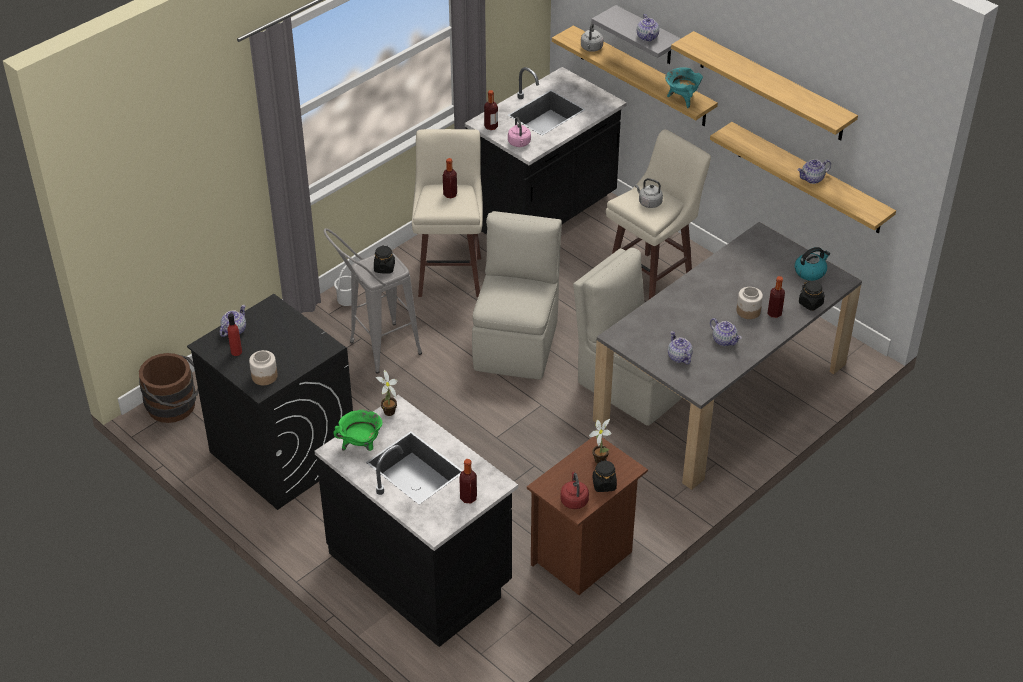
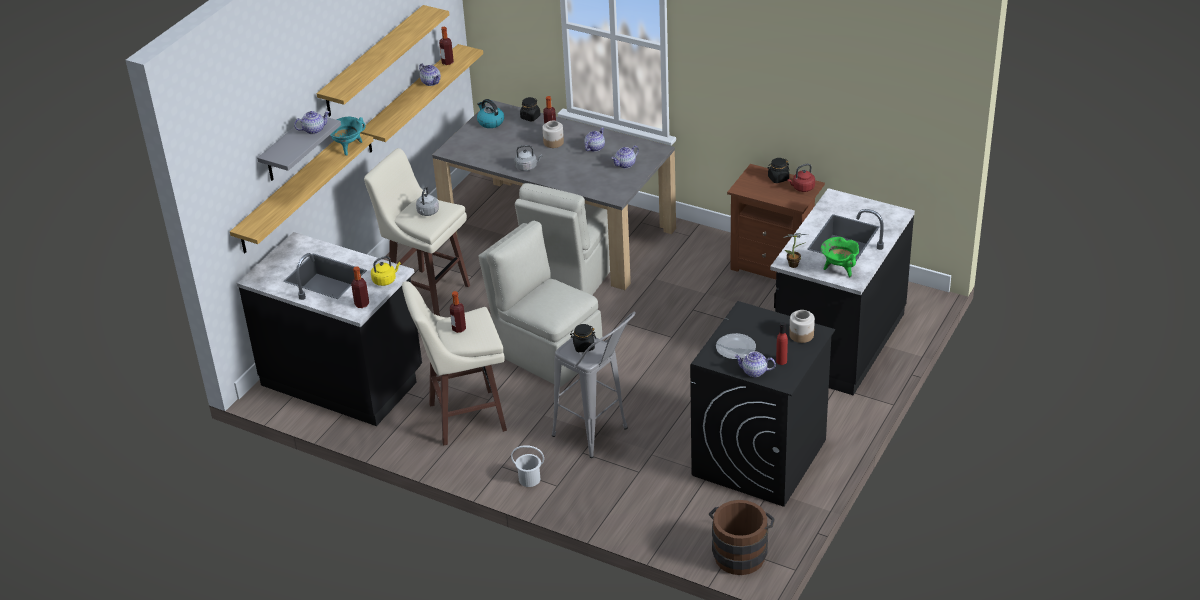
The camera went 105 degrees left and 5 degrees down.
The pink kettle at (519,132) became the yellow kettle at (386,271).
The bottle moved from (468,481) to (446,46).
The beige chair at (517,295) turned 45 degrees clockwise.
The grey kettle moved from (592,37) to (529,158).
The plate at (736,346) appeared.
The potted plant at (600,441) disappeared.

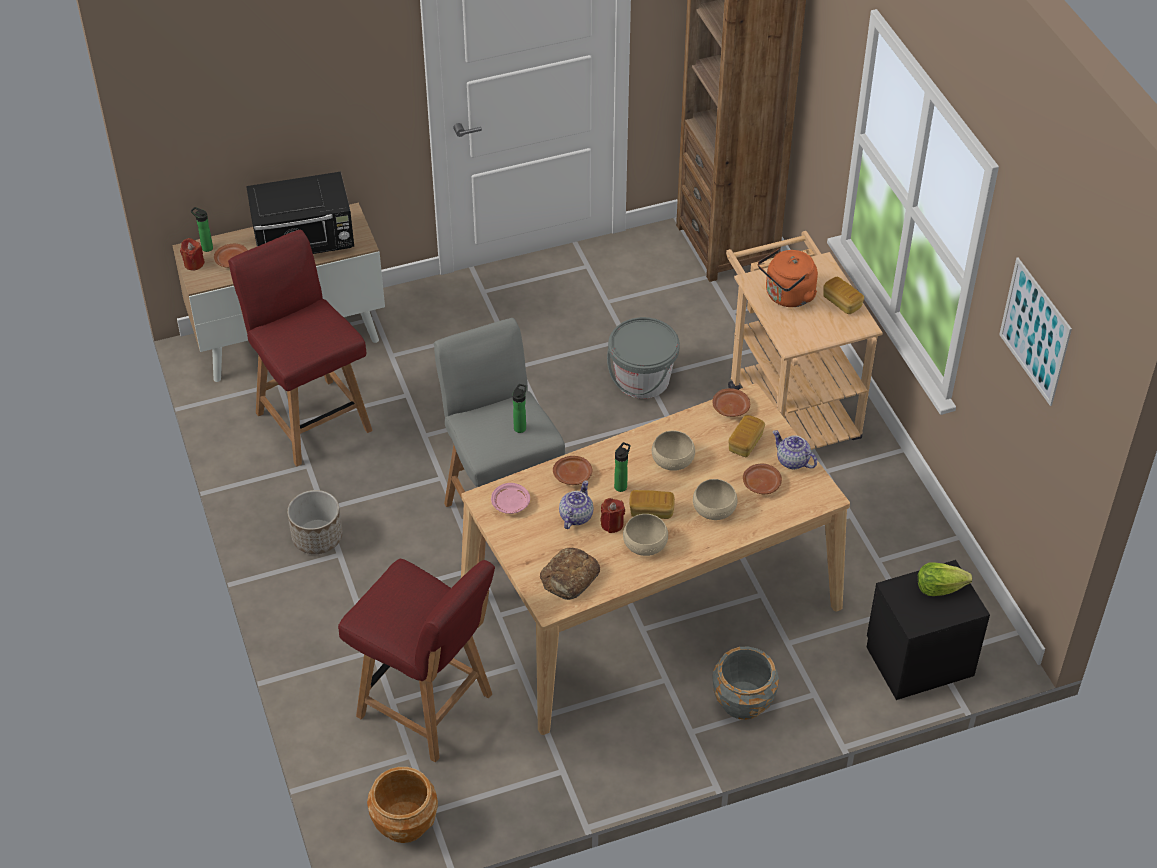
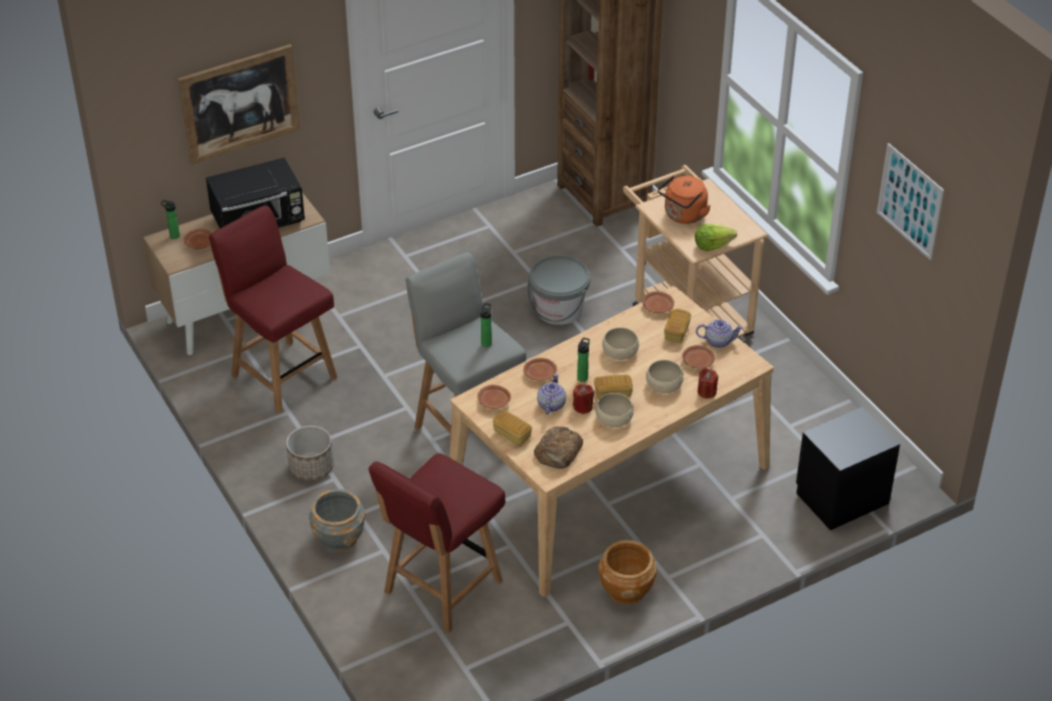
The camera went 10 degrees left and 5 degrees down.
The picture at (239,104) appeared.
The grey planter moved from (745,683) to (337,520).
The red chair at (416,660) turned 105 degrees clockwise.
The pink plate at (510,498) became the brown plate at (494,397).
The bread moved from (843,295) to (512,427).
The brown planter moved from (402,805) to (627,572).
The lettuce moved from (945,579) to (716,237).
The teapot at (795,449) turned 150 degrees clockwise.
The red candle moved from (192,254) to (708,383).

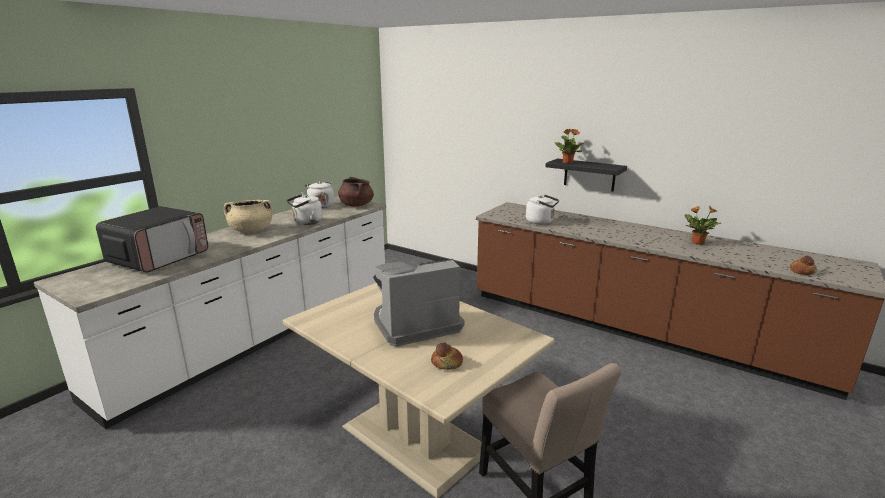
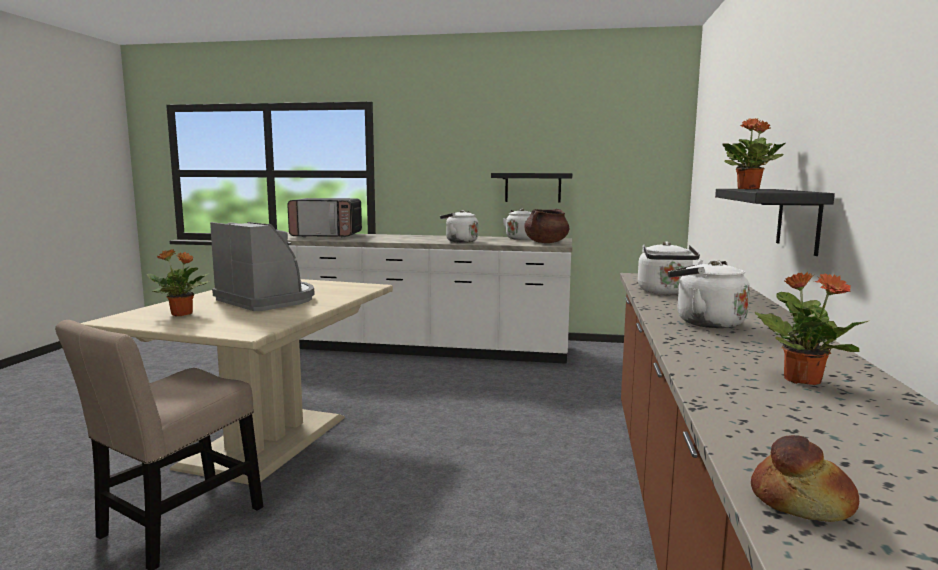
The camera went 65 degrees right and 10 degrees down.
The bread at (447,356) was replaced by the potted plant at (178,282).
The black shelf at (531,188) appeared.
The white kettle at (709,294) appeared.
The beige cooking pot at (248,216) disappeared.

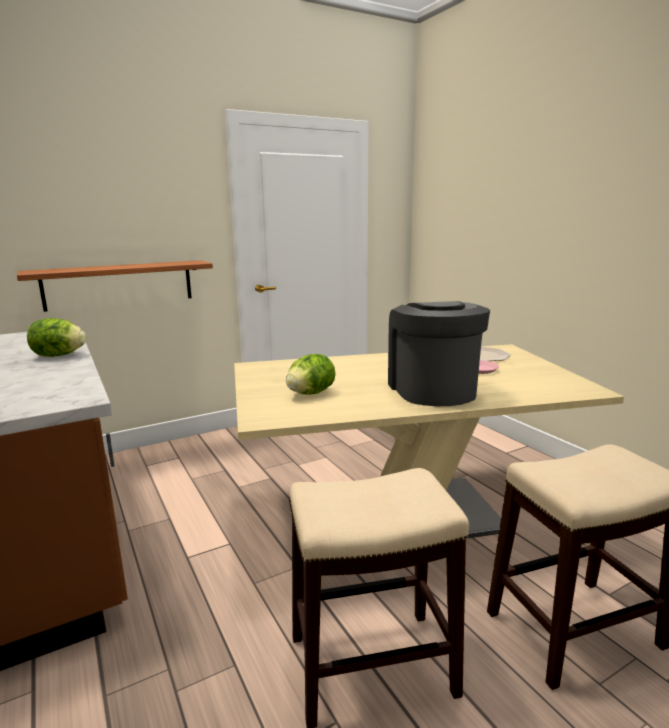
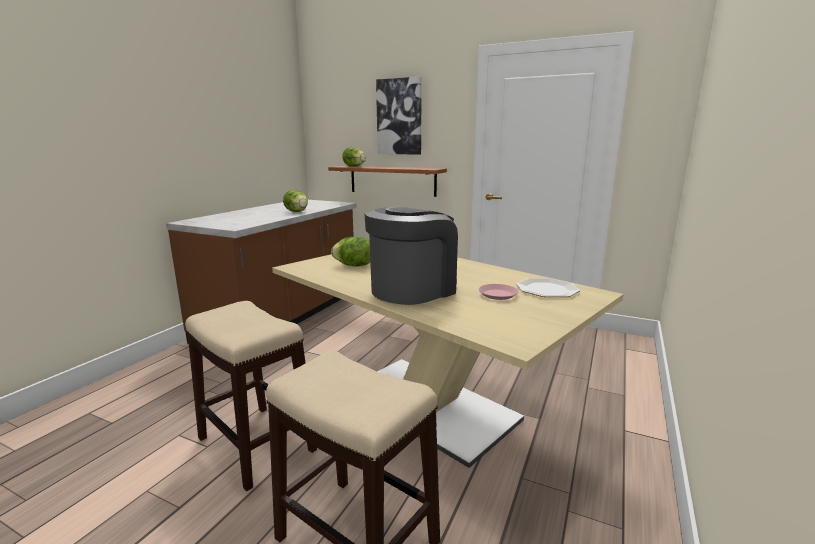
The camera went 55 degrees right and 0 degrees up.
The lettuce at (354,157) appeared.
The picture at (399,116) appeared.

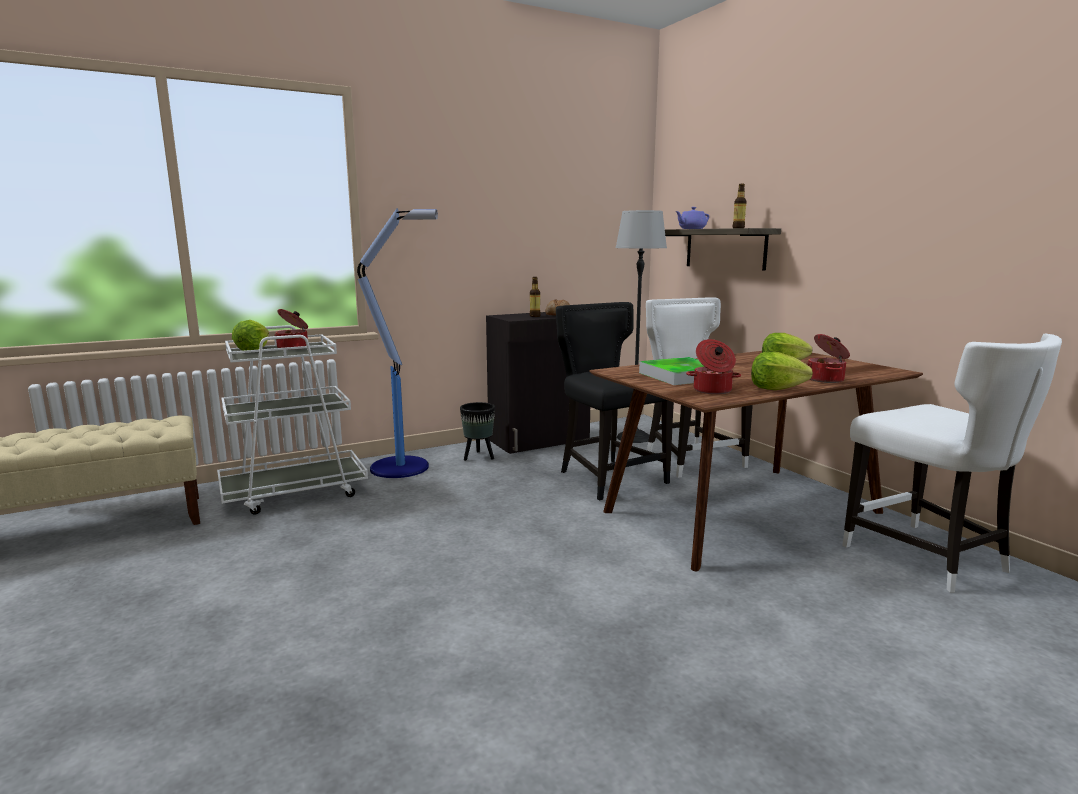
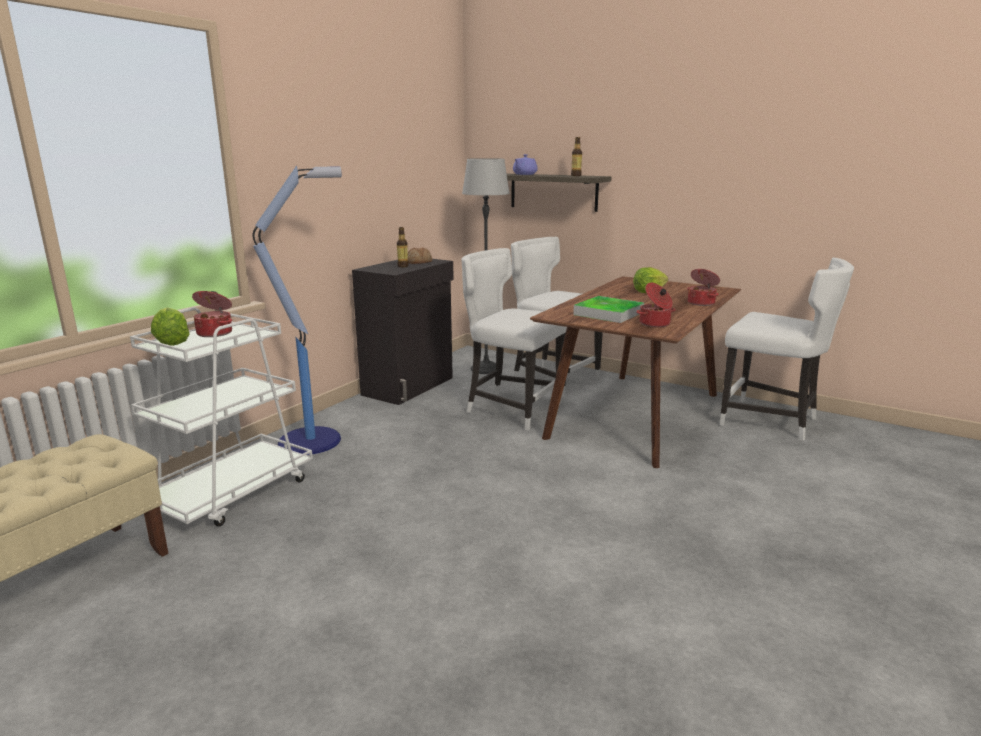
The camera went 30 degrees left and 5 degrees up.
The black chair at (615,401) became the white chair at (514,339).
The black planter at (477,431) disappeared.
The lettuce at (782,371) disappeared.

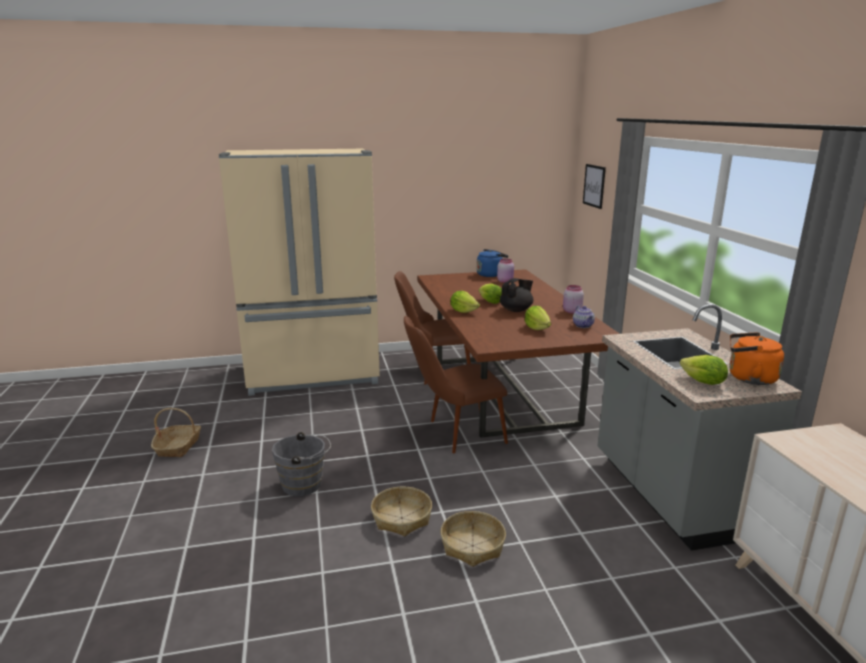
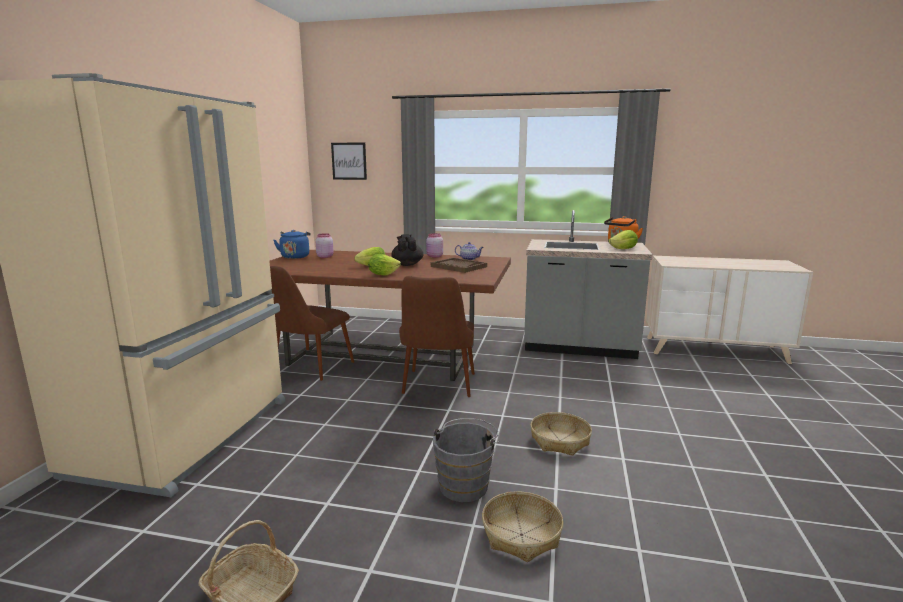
The camera went 65 degrees left and 5 degrees down.
The lettuce at (538,318) was replaced by the brown tray at (459,265).
The basket moved from (473,539) to (522,526).

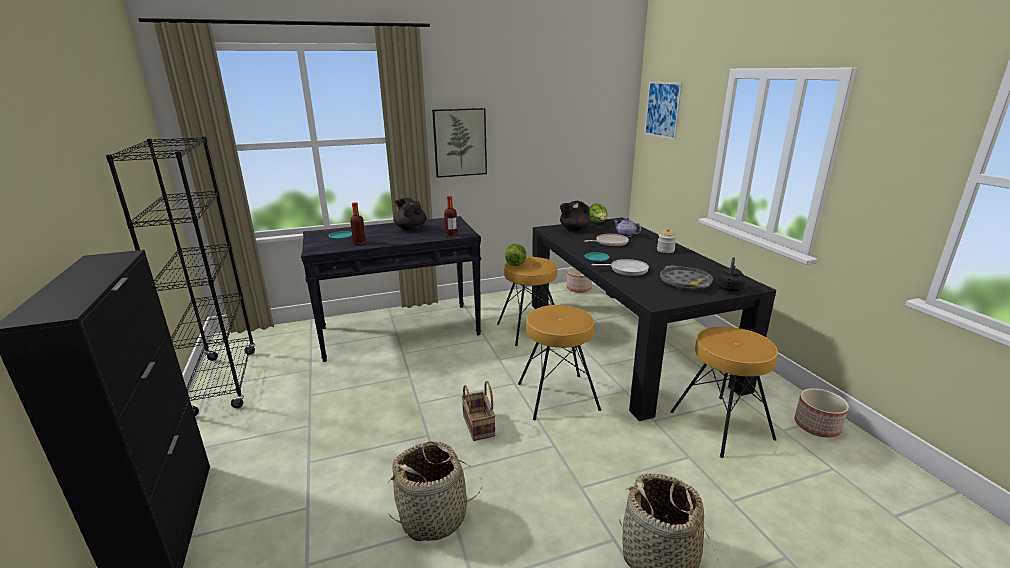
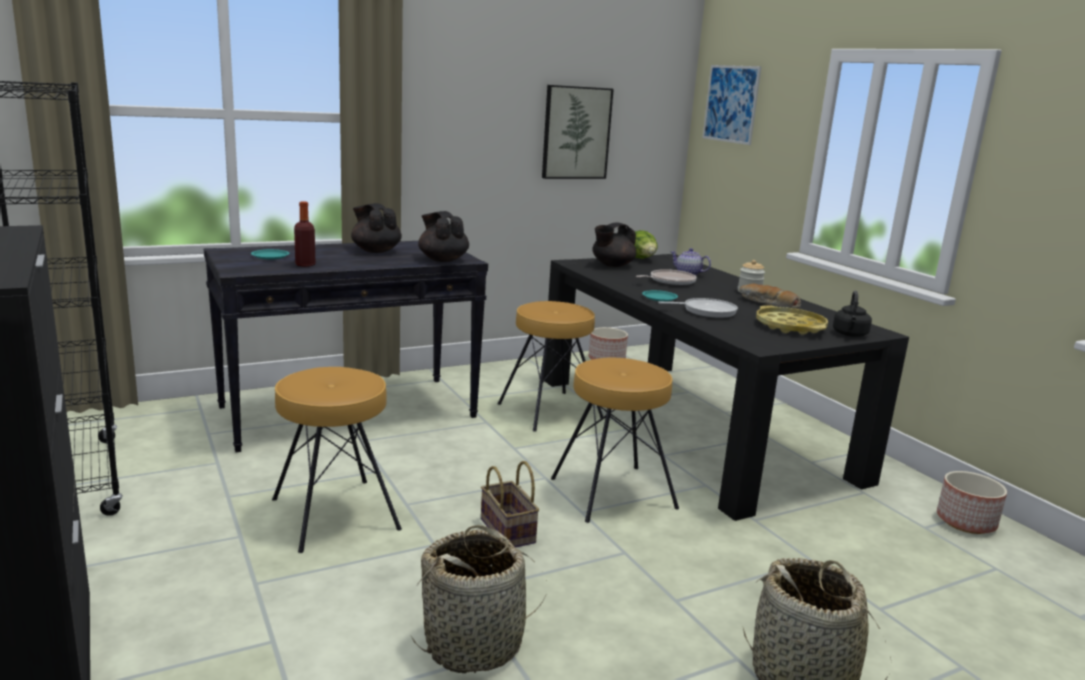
The camera went 10 degrees left and 5 degrees down.
The brown stool moved from (724,392) to (337,460).
The bottle at (450,216) was replaced by the black teapot at (443,236).
The picture moved from (459,143) to (578,132).
The bread at (770,296) appeared.
The grey tray at (686,277) became the yellow tray at (792,320).
The lettuce at (515,255) disappeared.

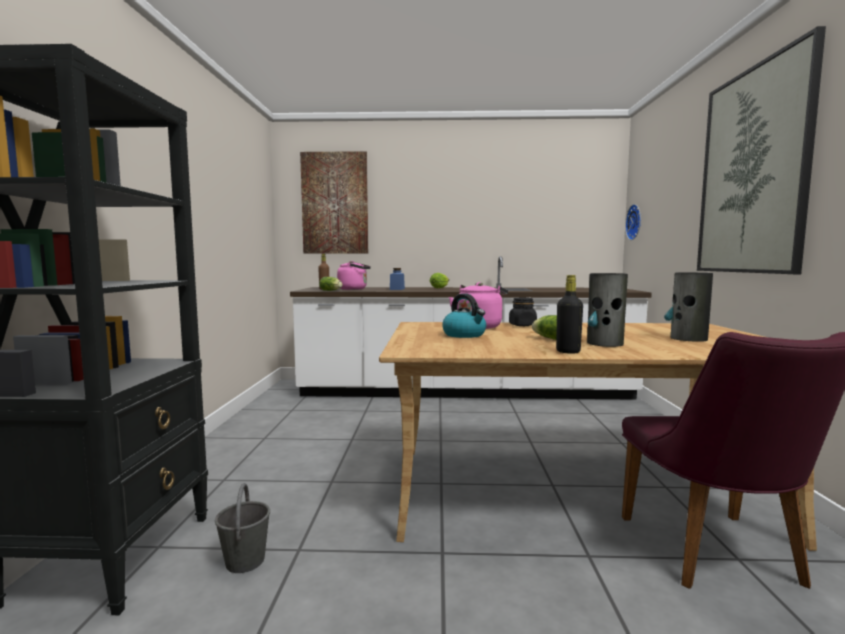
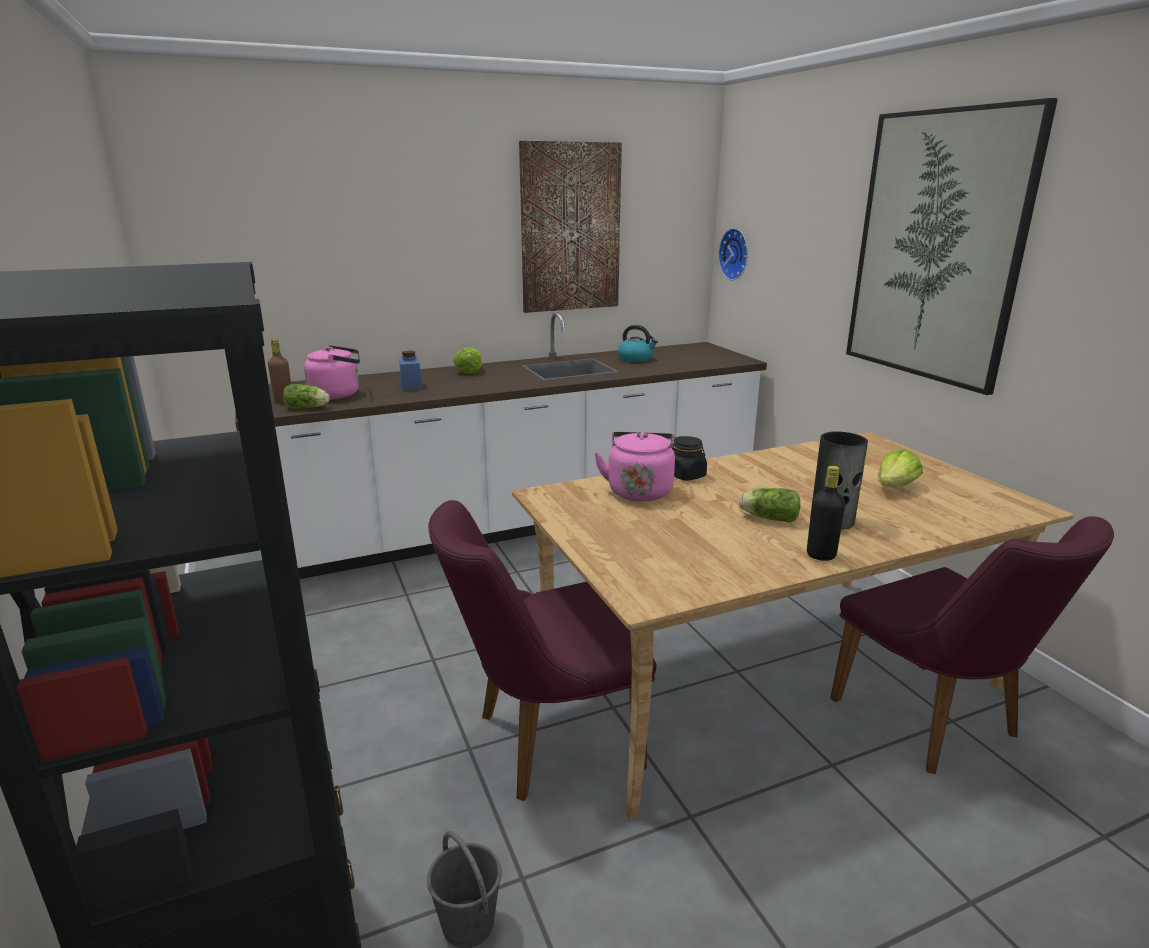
The camera went 25 degrees left and 15 degrees up.
The purple chair at (542,650) appeared.
The picture moved from (334,202) to (570,227).
The kettle moved from (464,315) to (638,343).
The vase at (688,307) was replaced by the lettuce at (900,468).

